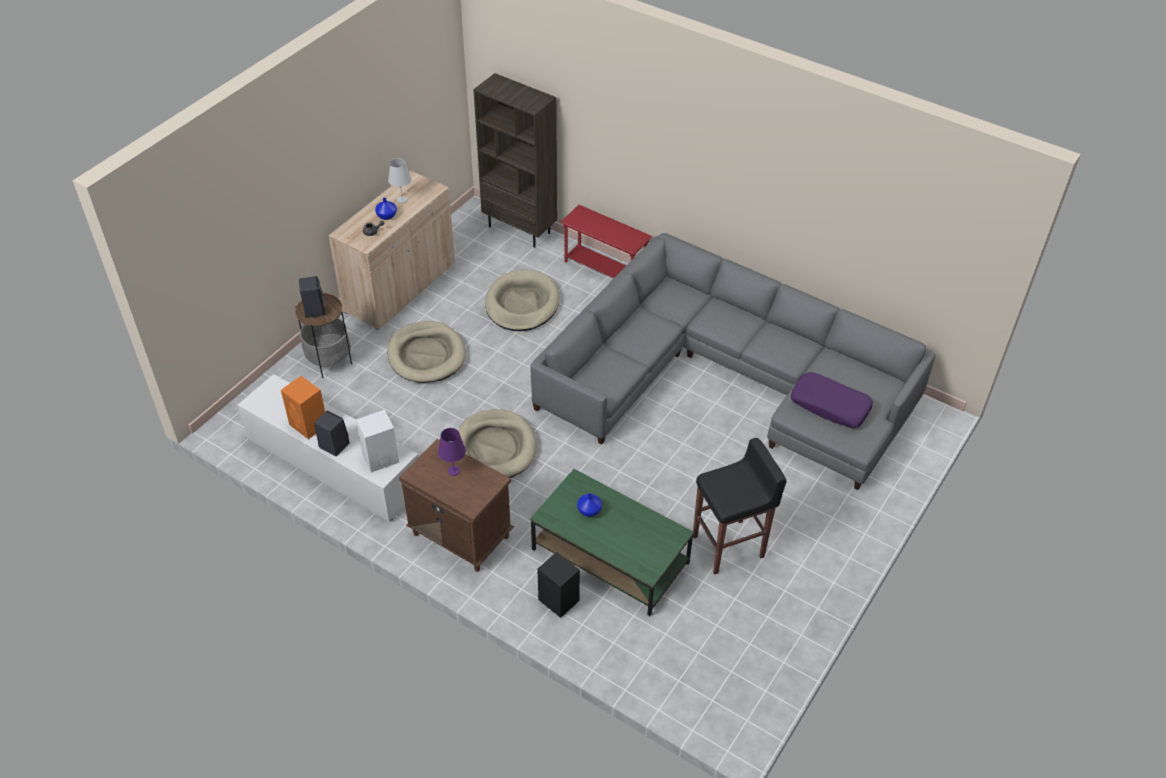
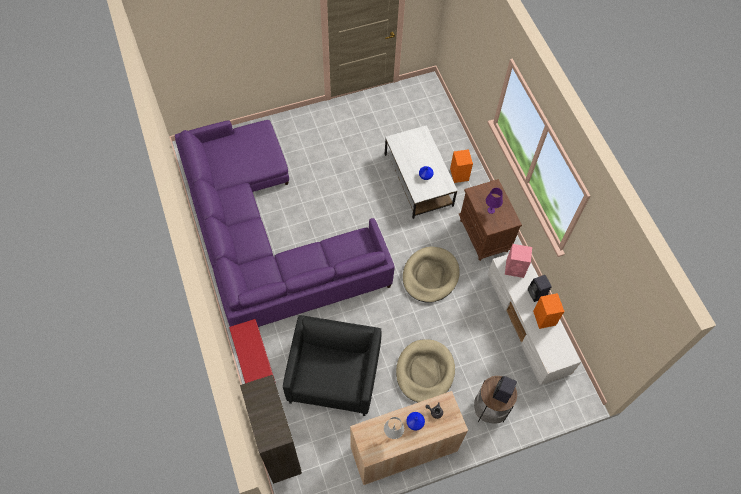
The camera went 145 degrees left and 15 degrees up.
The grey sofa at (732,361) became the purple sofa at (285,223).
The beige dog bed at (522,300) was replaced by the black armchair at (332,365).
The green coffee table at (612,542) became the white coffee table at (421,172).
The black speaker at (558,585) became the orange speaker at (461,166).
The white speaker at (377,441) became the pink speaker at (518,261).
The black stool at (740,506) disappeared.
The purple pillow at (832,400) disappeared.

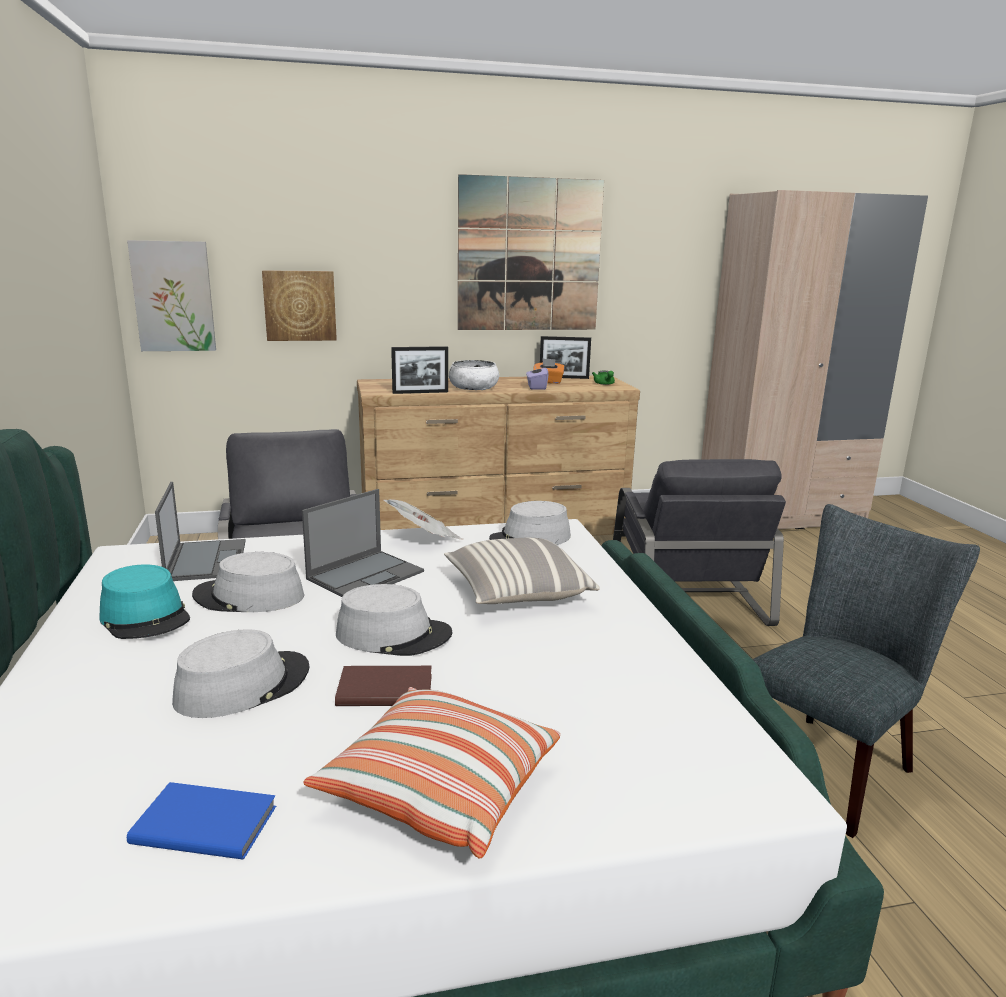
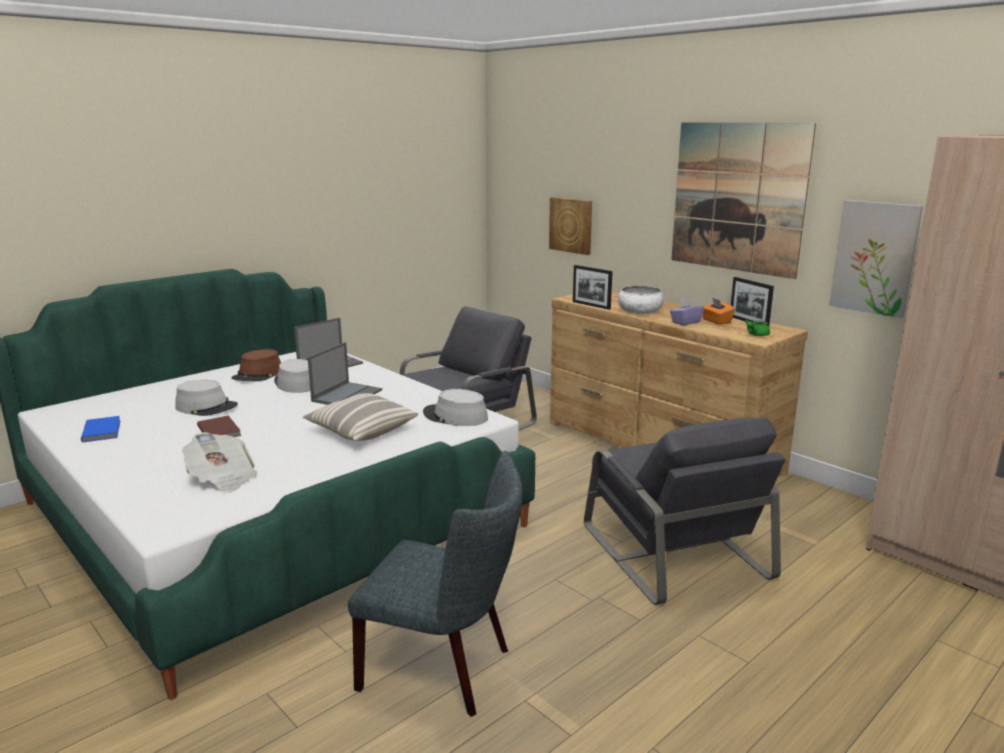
The camera went 60 degrees right and 0 degrees up.
The newspaper moved from (423,519) to (219,462).
The turquoise hat at (144,601) became the brown hat at (256,365).
The laptop at (363,543) turned 75 degrees counterclockwise.
The grey armchair at (699,542) turned 75 degrees counterclockwise.
The picture moved from (171,295) to (876,259).
The pillow at (432,773) disappeared.
The grey hat at (394,620) disappeared.

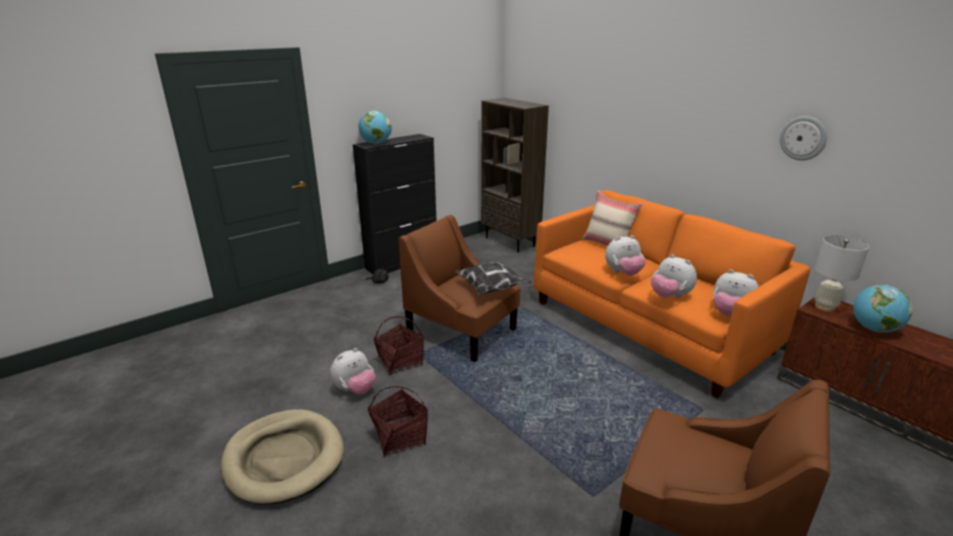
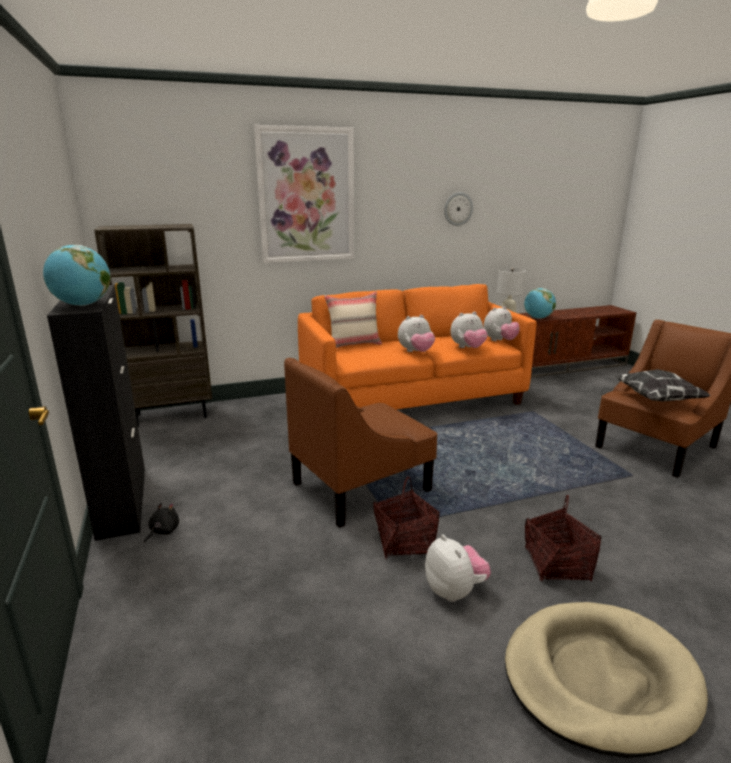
The camera went 70 degrees left and 5 degrees down.
The picture at (304,194) appeared.
The plush toy at (625,255) turned 60 degrees clockwise.
The pillow moved from (493,278) to (663,385).

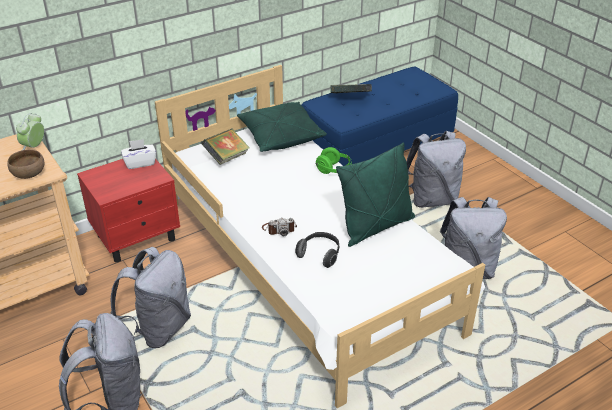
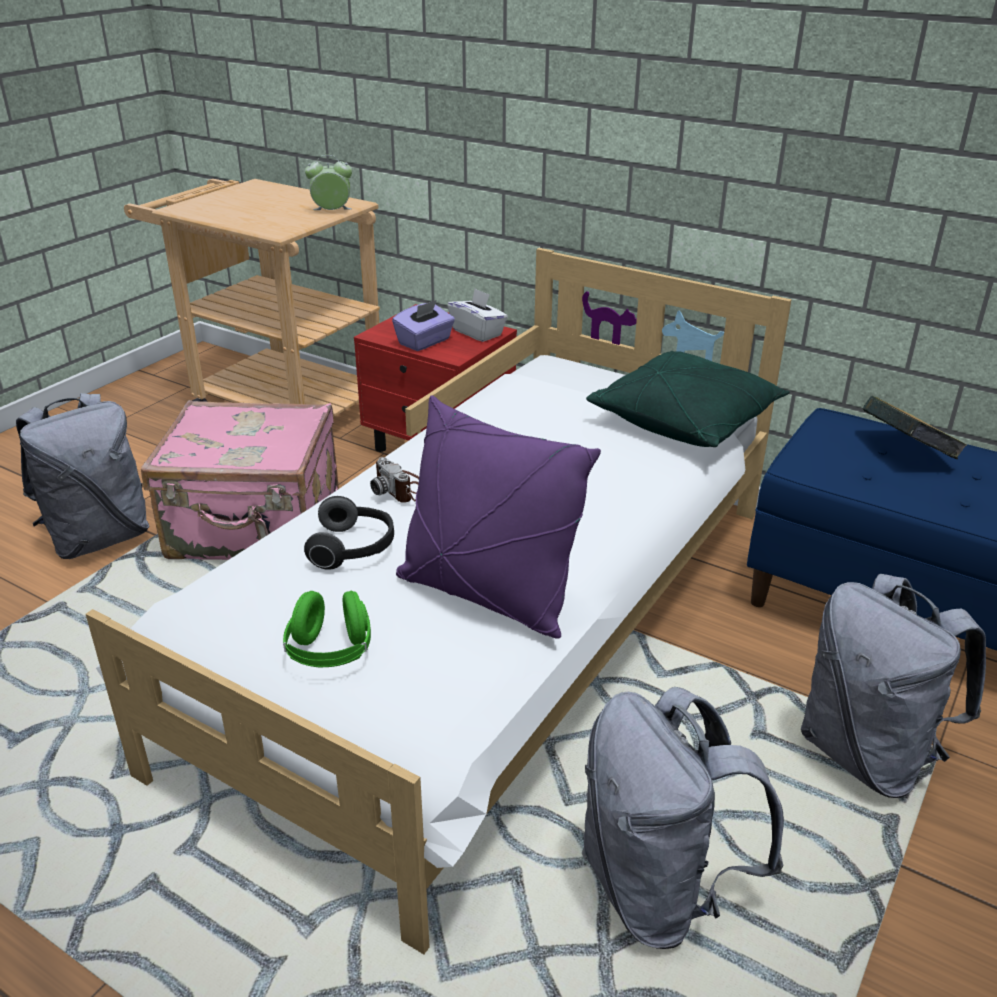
The camera went 65 degrees right and 5 degrees down.
The grey backpack at (150,297) was replaced by the pink suitcase at (240,480).
The green headphones moved from (333,160) to (327,629).
The purple tissue box at (423,325) appeared.
The green pillow at (375,195) became the purple pillow at (498,517).
The brown bowl at (26,164) disappeared.
The book at (226,146) disappeared.

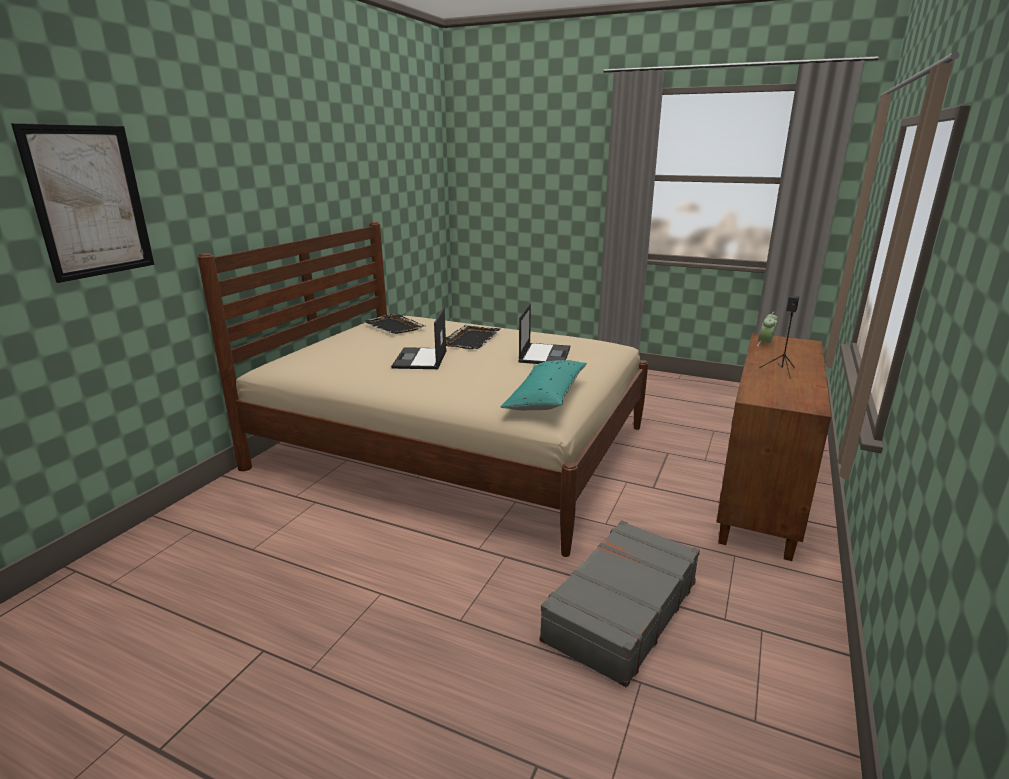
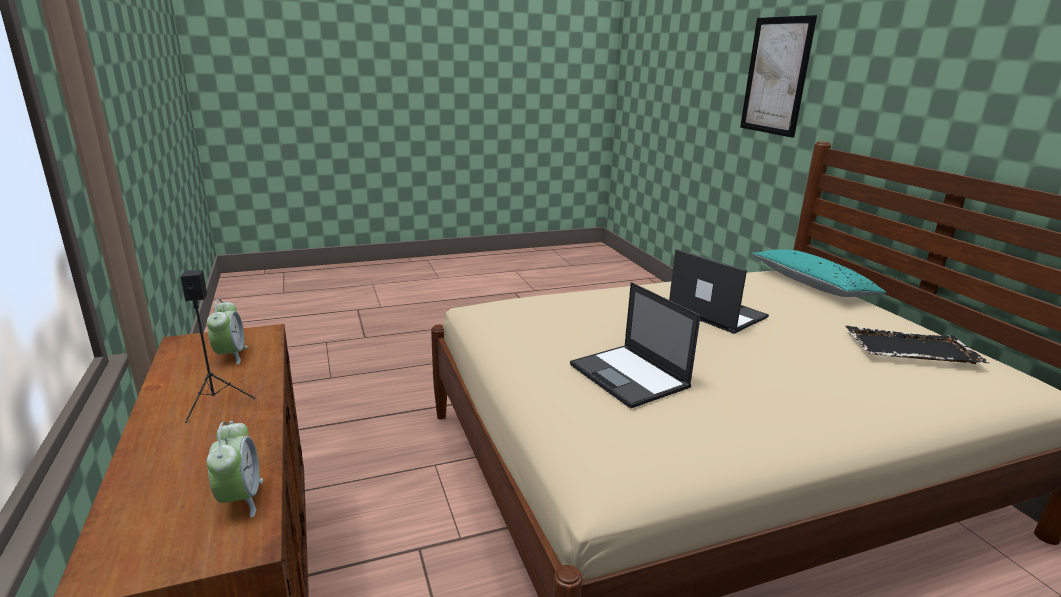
The camera went 135 degrees right and 0 degrees up.
The alarm clock at (227,332) appeared.
The turquoise pillow moved from (544,385) to (819,273).
The black tray at (473,337) disappeared.
The grey suitcase at (620,603) disappeared.

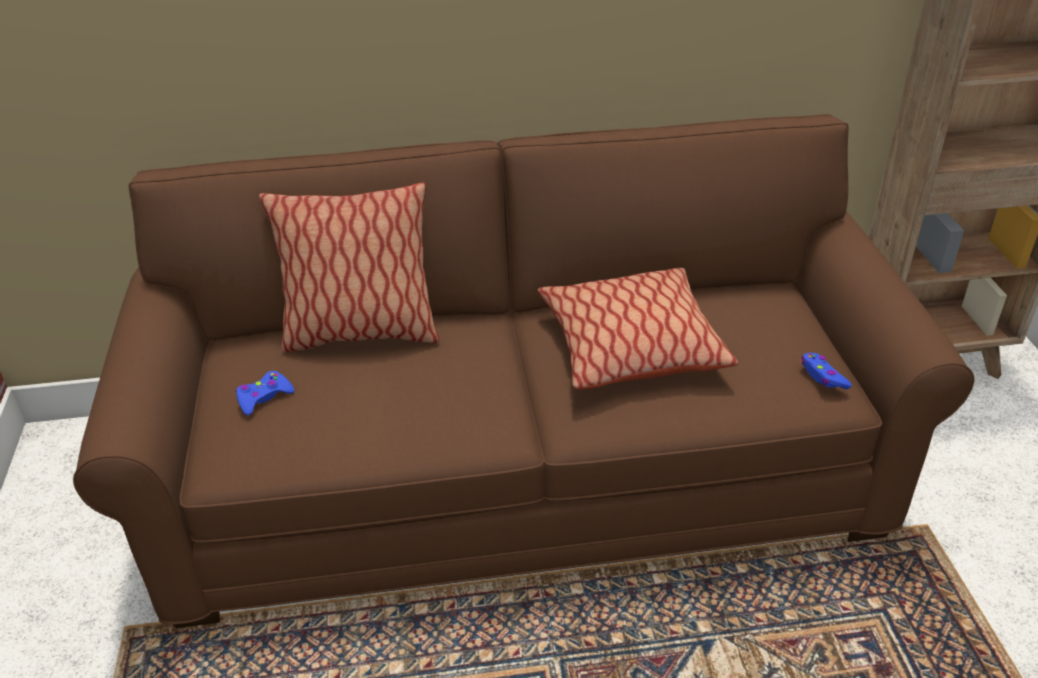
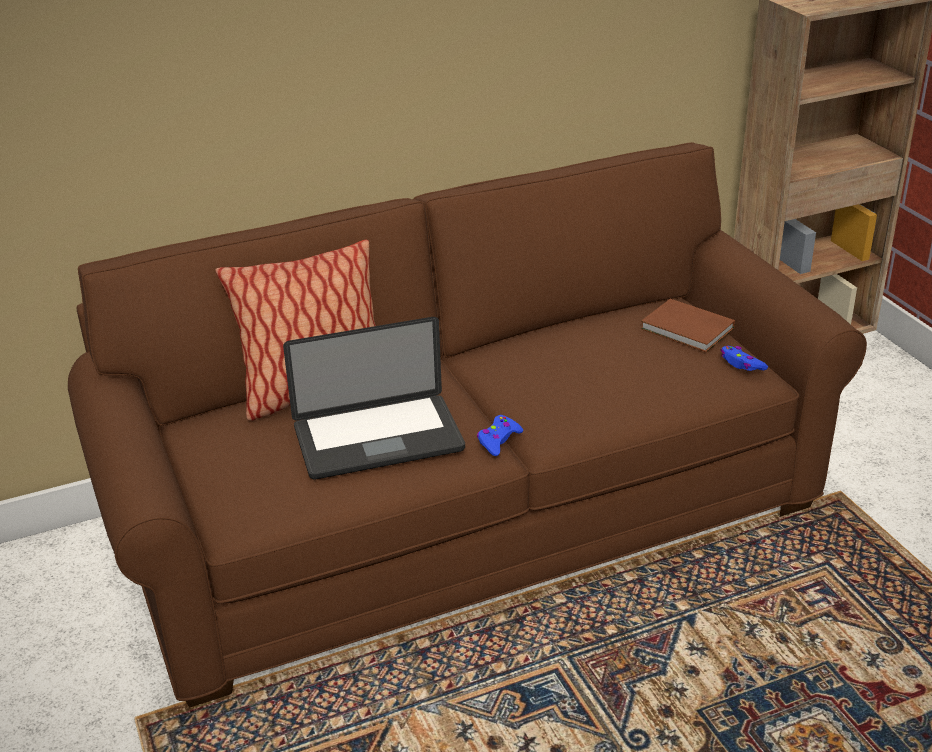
The camera went 15 degrees left and 5 degrees down.
The laptop at (374,398) appeared.
The blue game controller moved from (265,393) to (500,435).
The brown book at (688,325) appeared.
The pillow at (638,329) disappeared.

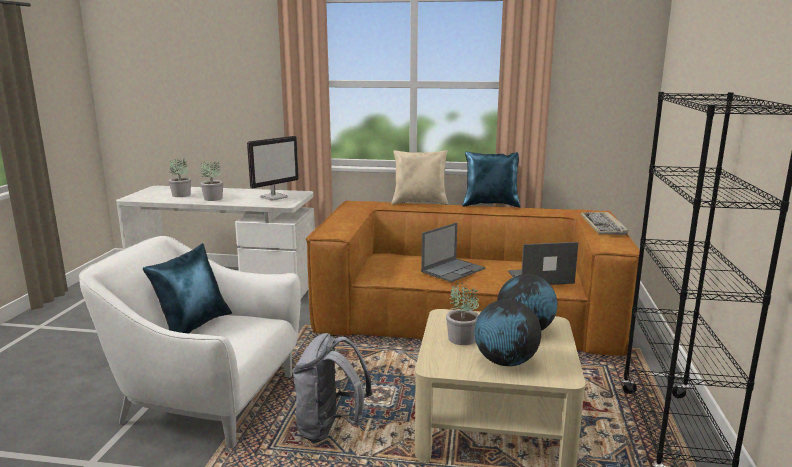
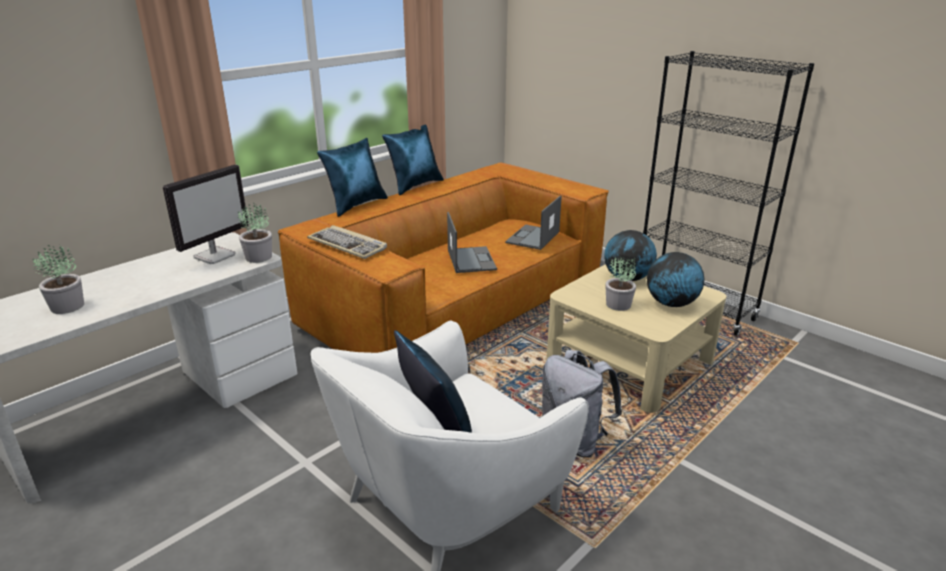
The camera went 55 degrees left and 10 degrees up.
The monitor at (273,168) turned 45 degrees clockwise.
The potted plant moved from (211,181) to (254,232).
The keyboard moved from (604,223) to (347,242).
The beige pillow at (419,177) became the blue pillow at (352,177).

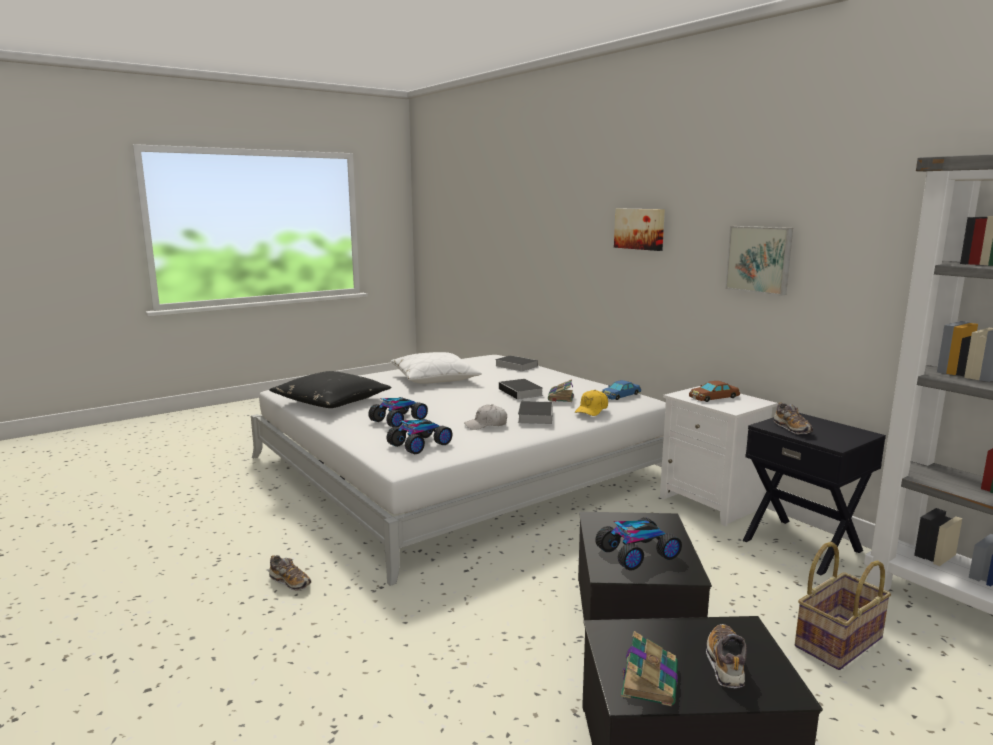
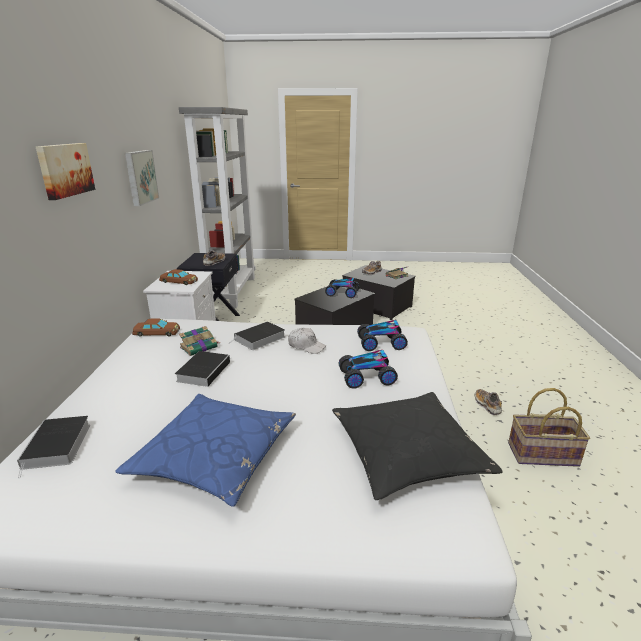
The camera went 140 degrees left and 10 degrees up.
The white pillow at (436,368) became the blue pillow at (205,450).
The blue toy car at (621,390) became the brown toy car at (156,327).
The basket moved from (843,606) to (549,427).
The yellow cap at (591,403) disappeared.

